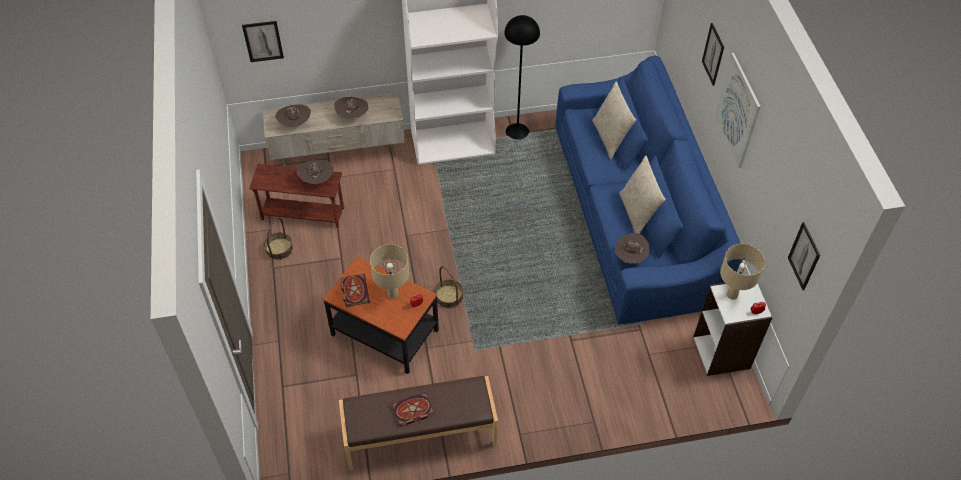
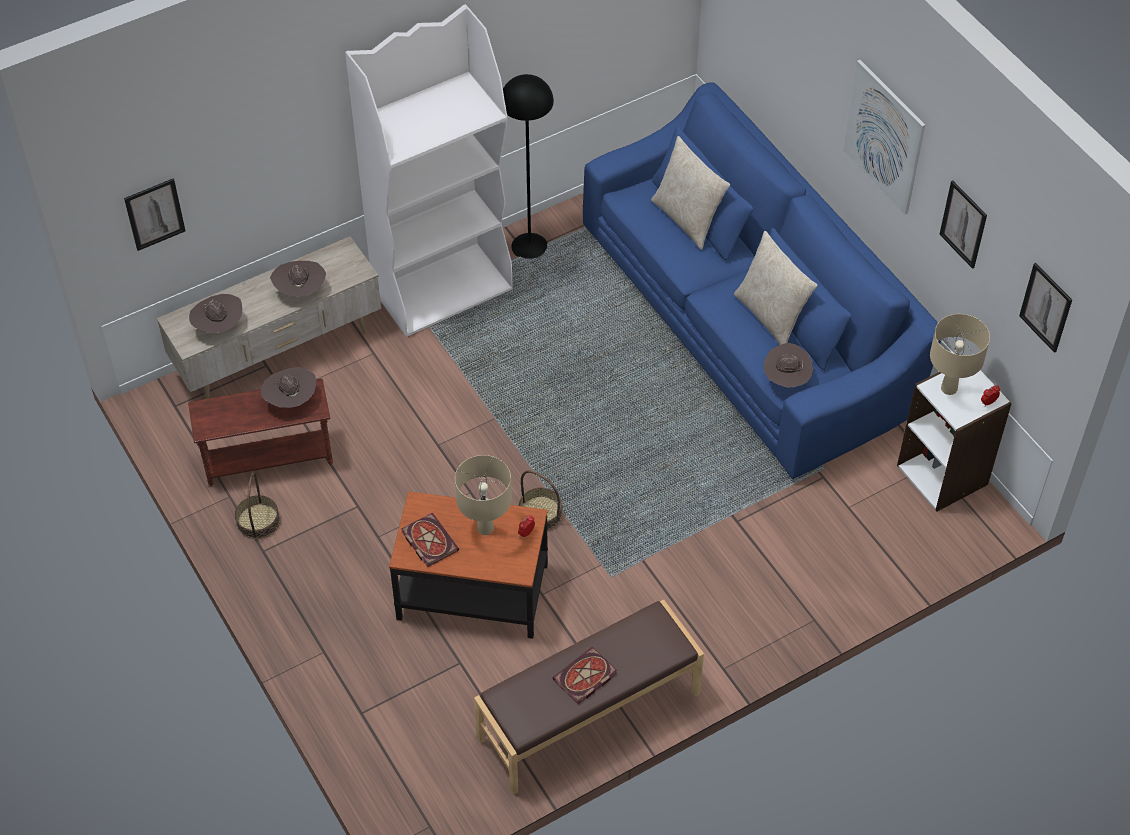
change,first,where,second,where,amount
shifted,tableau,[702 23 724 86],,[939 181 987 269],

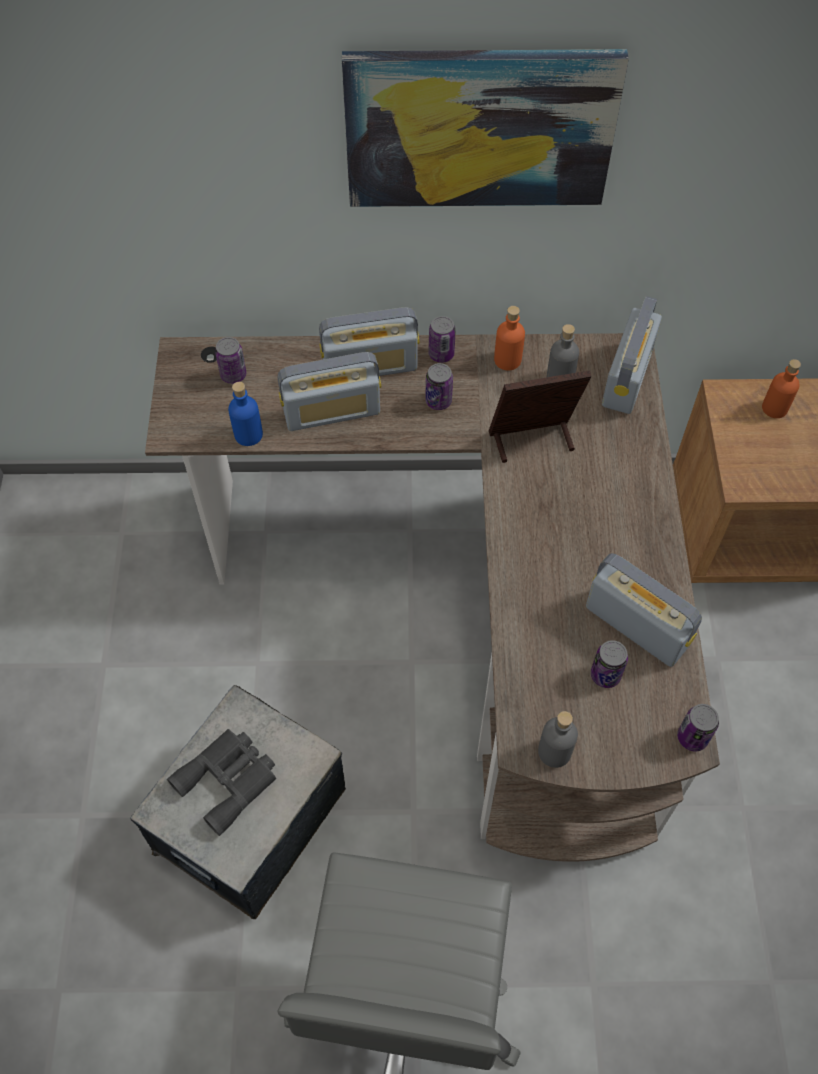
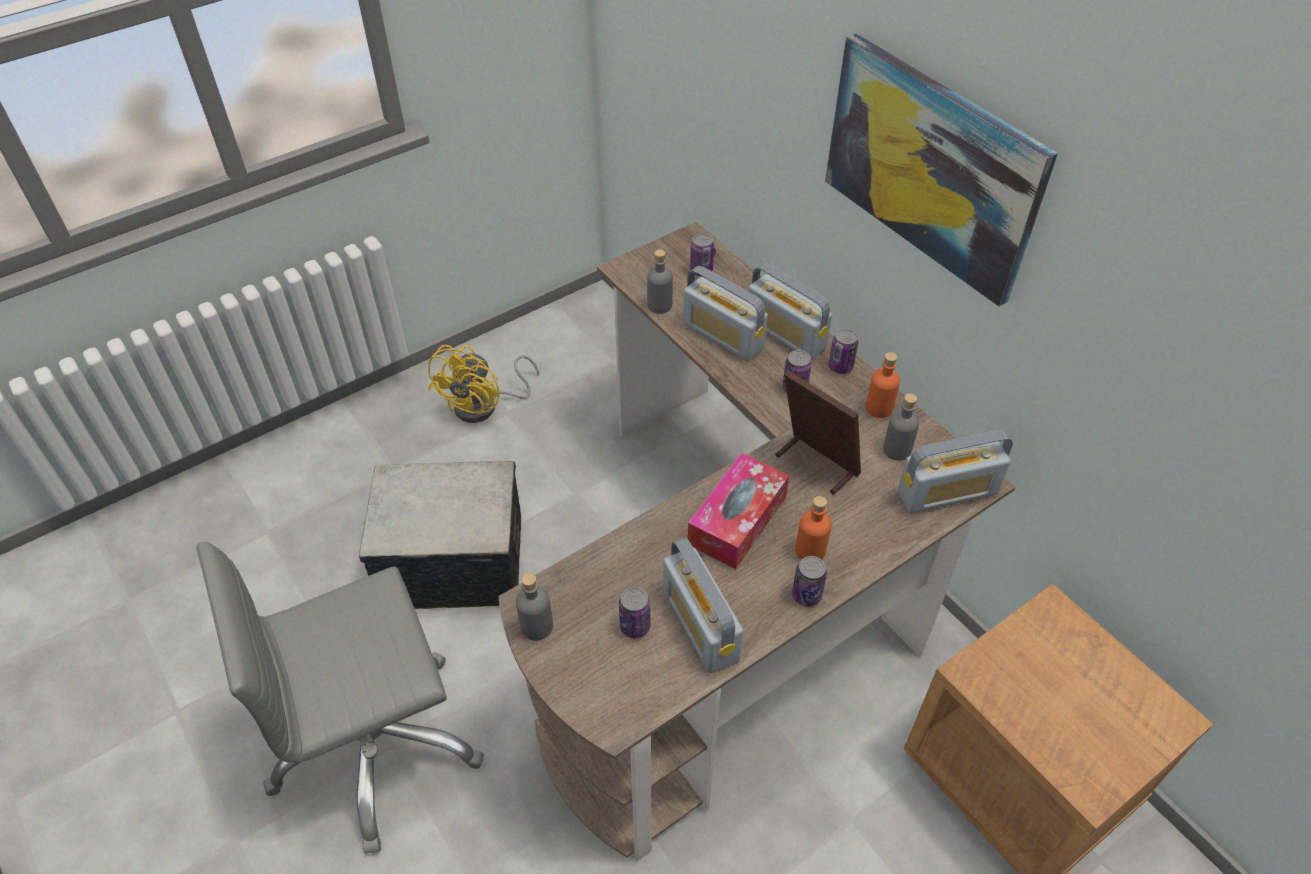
change,first,where,second,where,amount
gone,jumelles [gris],[167 729 276 836],,,
repainted,bouteille [bleu],[228 382 263 446],bouteille [gris],[647 250 673 314],
rotated,radio,[586 553 702 667],,[663 537 743 673],150 degrees clockwise
shifted,boîte métallique,[677 704 719 751],,[792 556 827 607],
shifted,bouteille [orange],[762 359 801 418],,[795 496 832 560],
new,,,ventilateur [jaune],[428 345 539 423],
new,,,boîte à mouchoirs,[688 453 789 569],

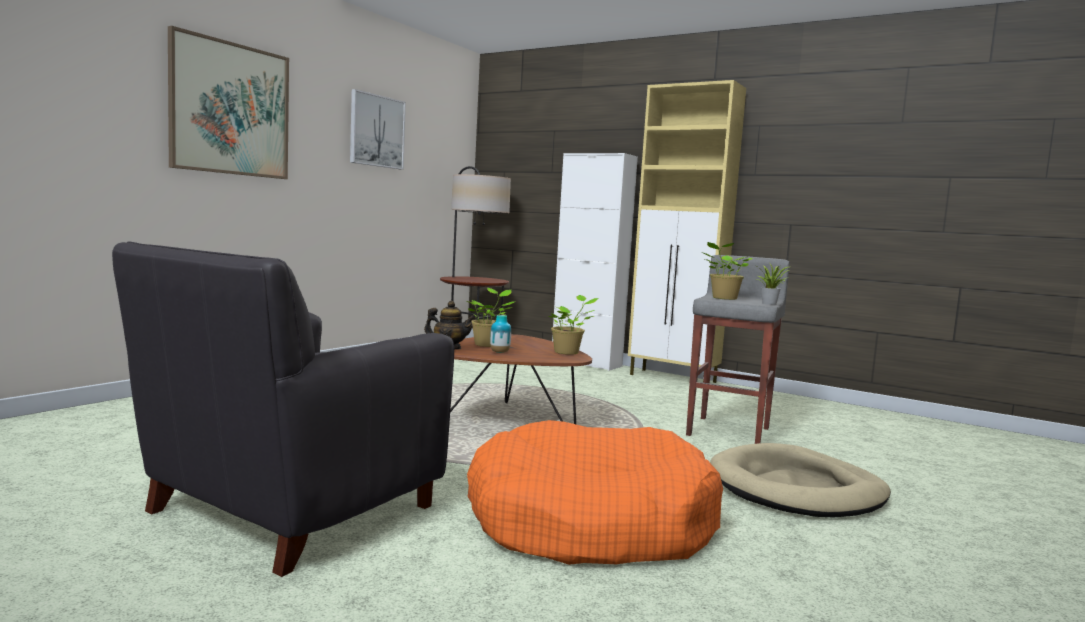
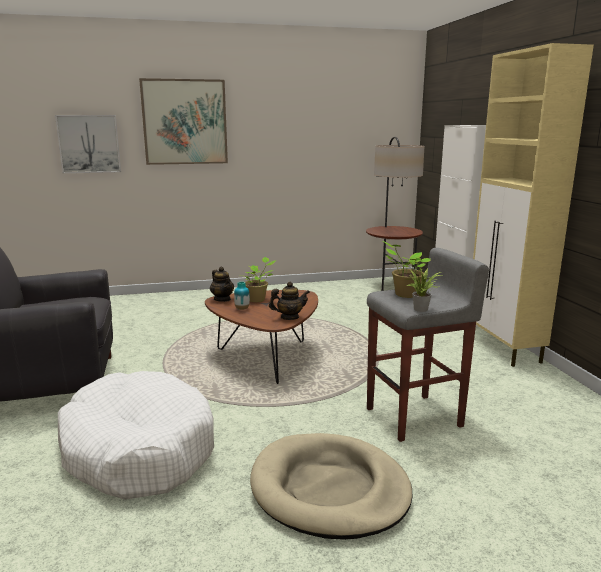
change,first,where,second,where,amount
shifted,tableau,[350 89 406 169],,[55 115 121 173],
repainted,panier pour chien [orange],[467 420 723 565],panier pour chien [blanc],[58 371 214 500],
swapped,plante en pot,[548 295 598 355],théière,[269 282 310 320],

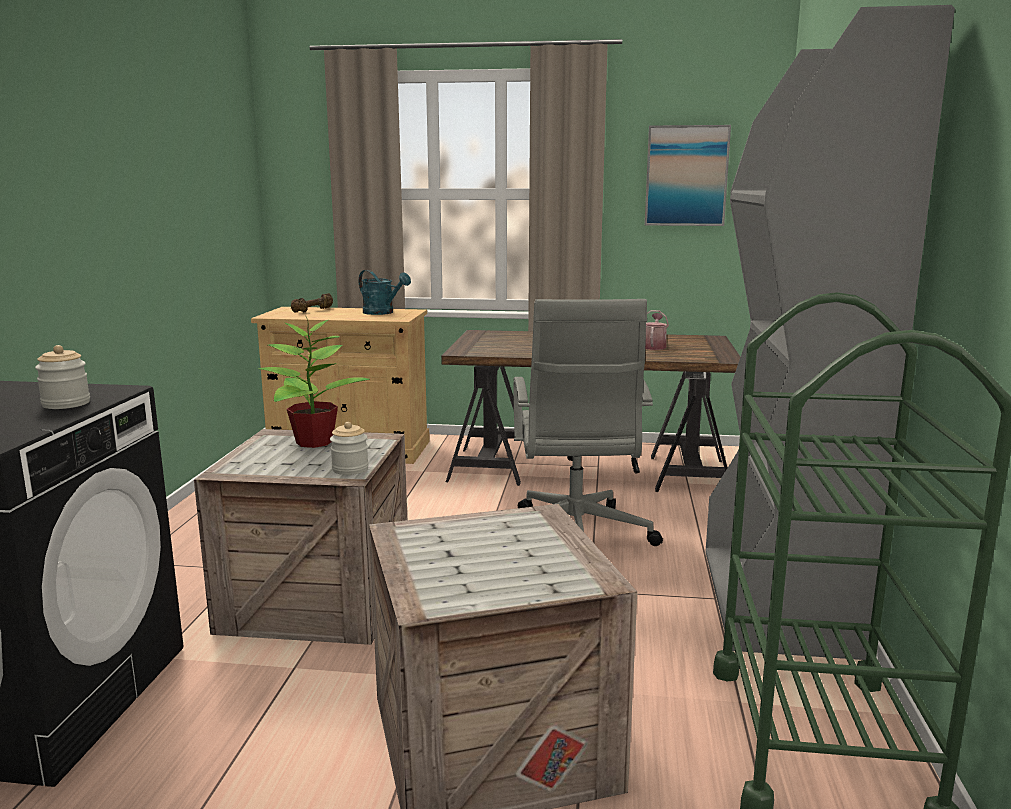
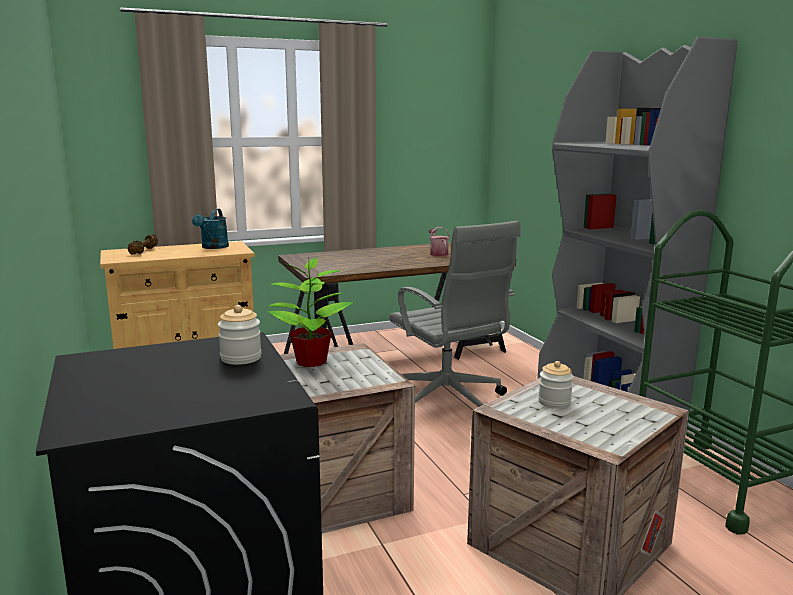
change,first,where,second,where,amount
shifted,bocal,[330 422 369 475],,[538 361 573 409],
rotated,arrosoir [turquoise],[359 270 411 315],,[192 209 229 249],90 degrees clockwise
gone,tableau,[645 125 731 226],,,

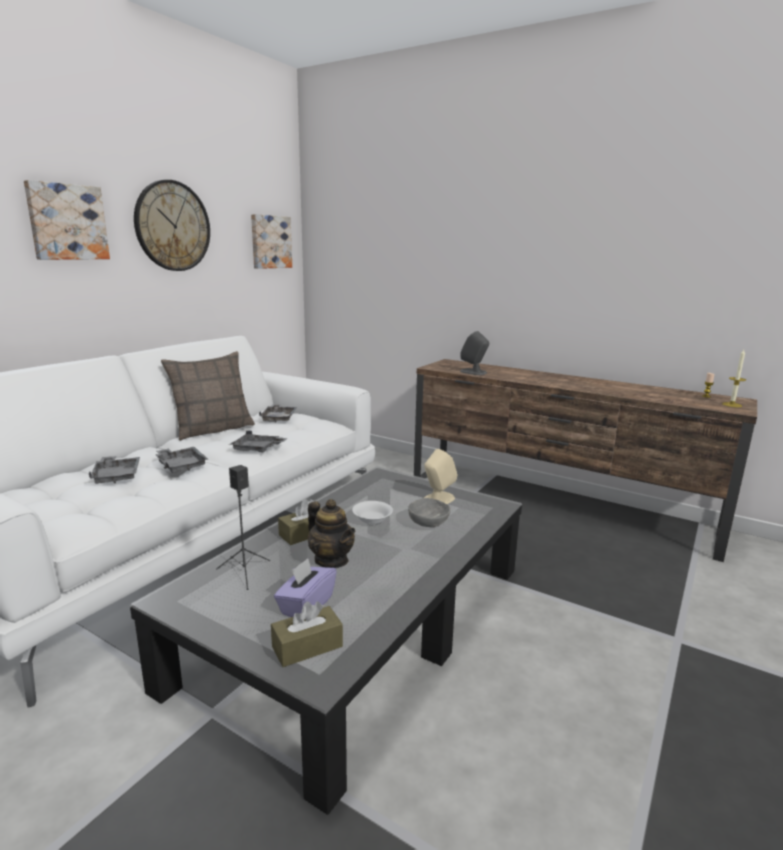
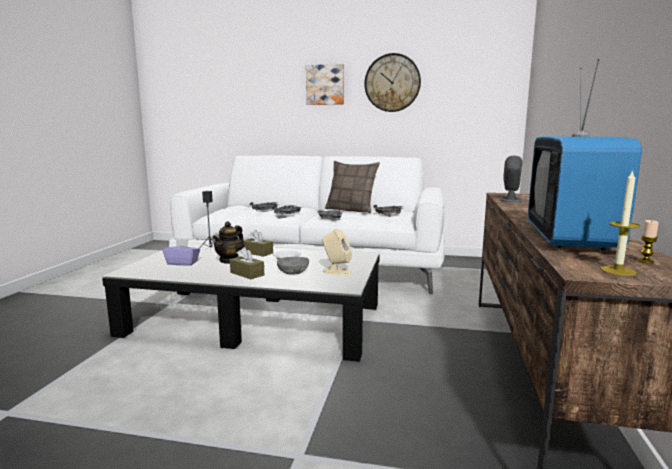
change,first,where,second,where,amount
gone,tableau,[251 214 292 269],,,
shifted,boîte à mouchoirs [marron],[271 602 343 667],,[230 247 264 279],
new,,,téléviseur,[528 59 642 250],

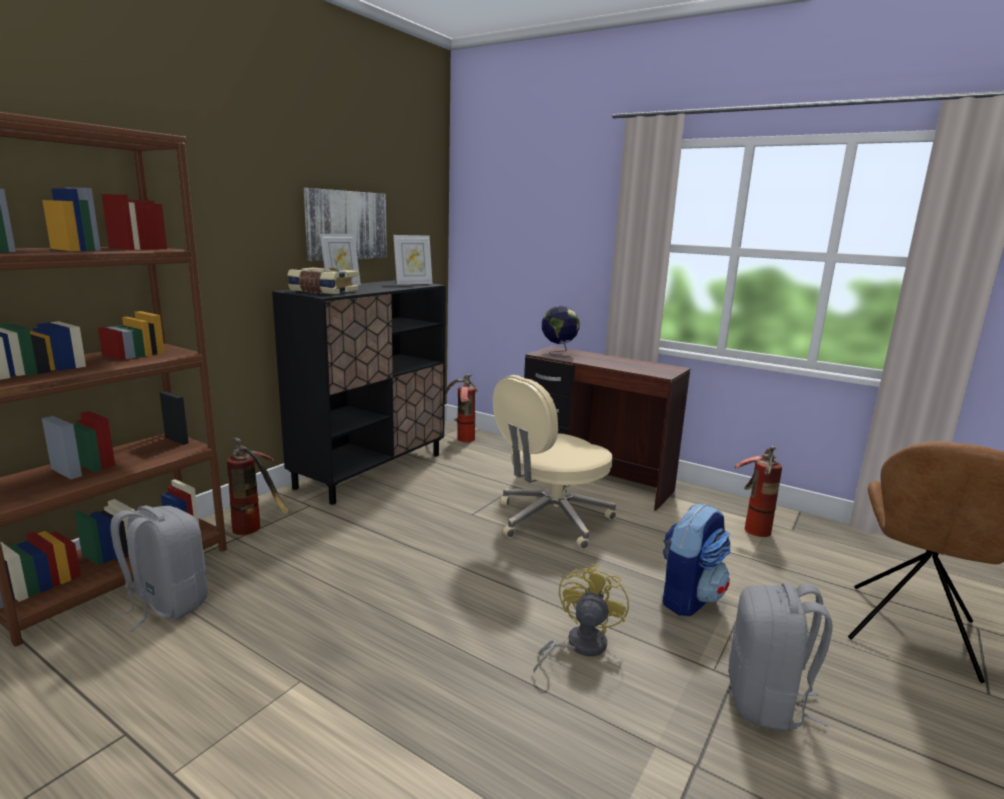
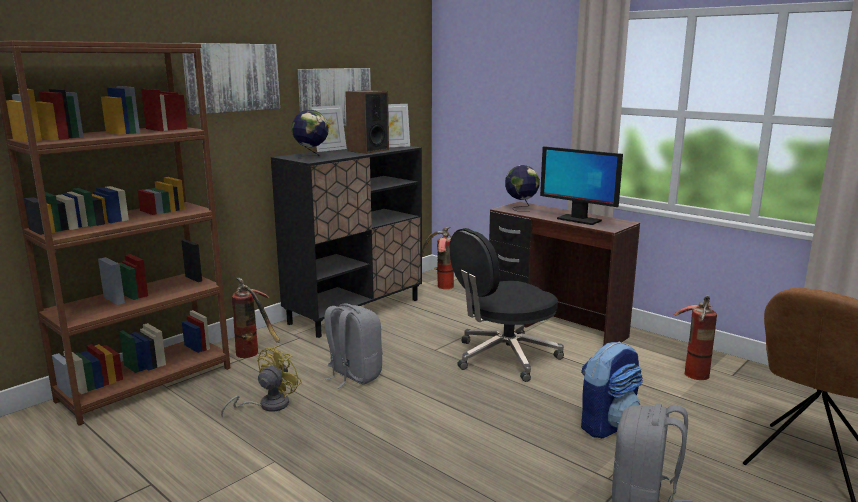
change,first,where,second,where,amount
shifted,sac à dos [gris],[110 506 208 632],,[321 303 383 389],
swapped,livre,[287 268 359 294],globe,[291 110 329 159],
repainted,chaise de bureau [beige],[493 375 616 549],chaise de bureau [noir],[450 228 564 382],
shifted,ventilateur [jaune],[534 564 629 673],,[221 345 302 418],
new,,,tableau,[182 43 280 115],
new,,,enceinte,[345 90 389 154],
new,,,écran d'ordinateur,[540 146 623 225],

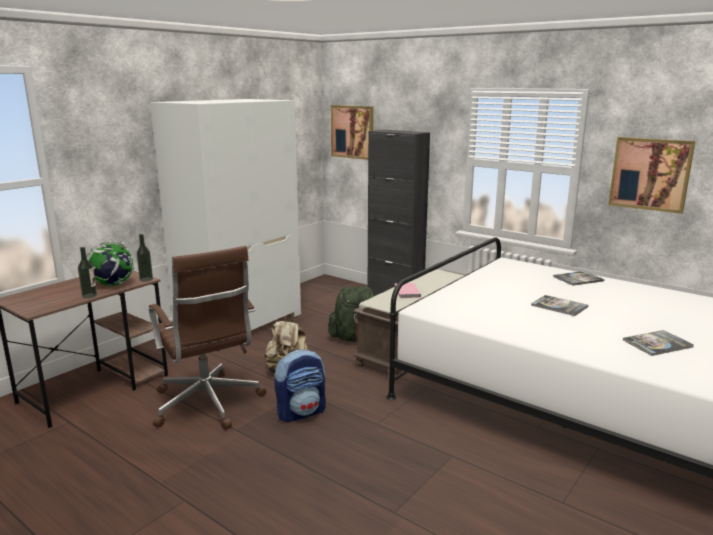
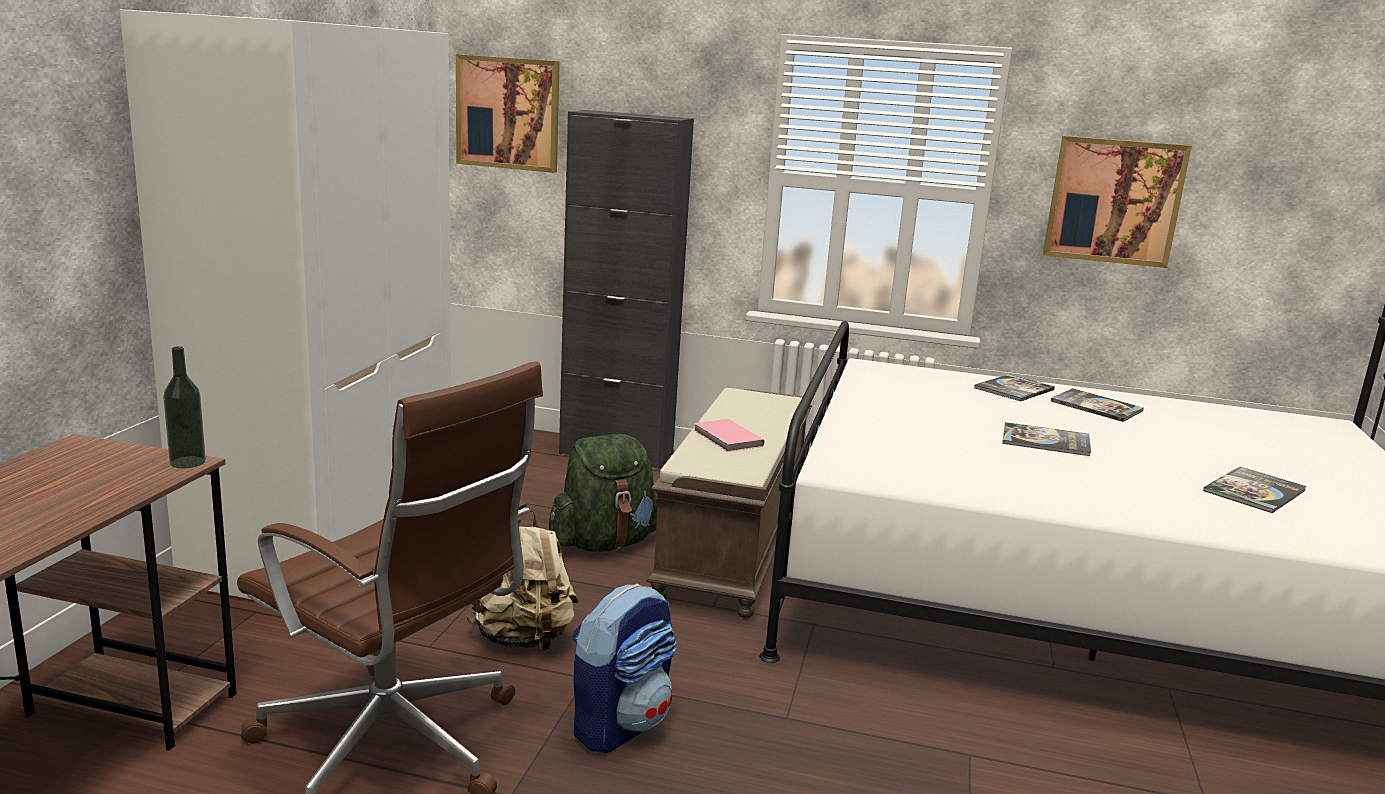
change,first,where,second,where,amount
gone,bouteille,[78 247 97 298],,,
gone,globe,[86 241 134 286],,,
new,,,livre,[1051 388 1144 422],

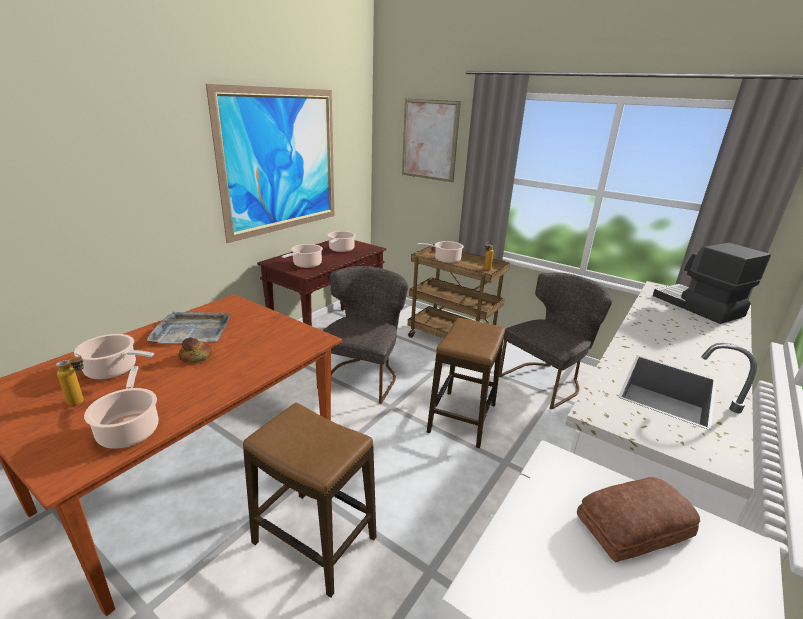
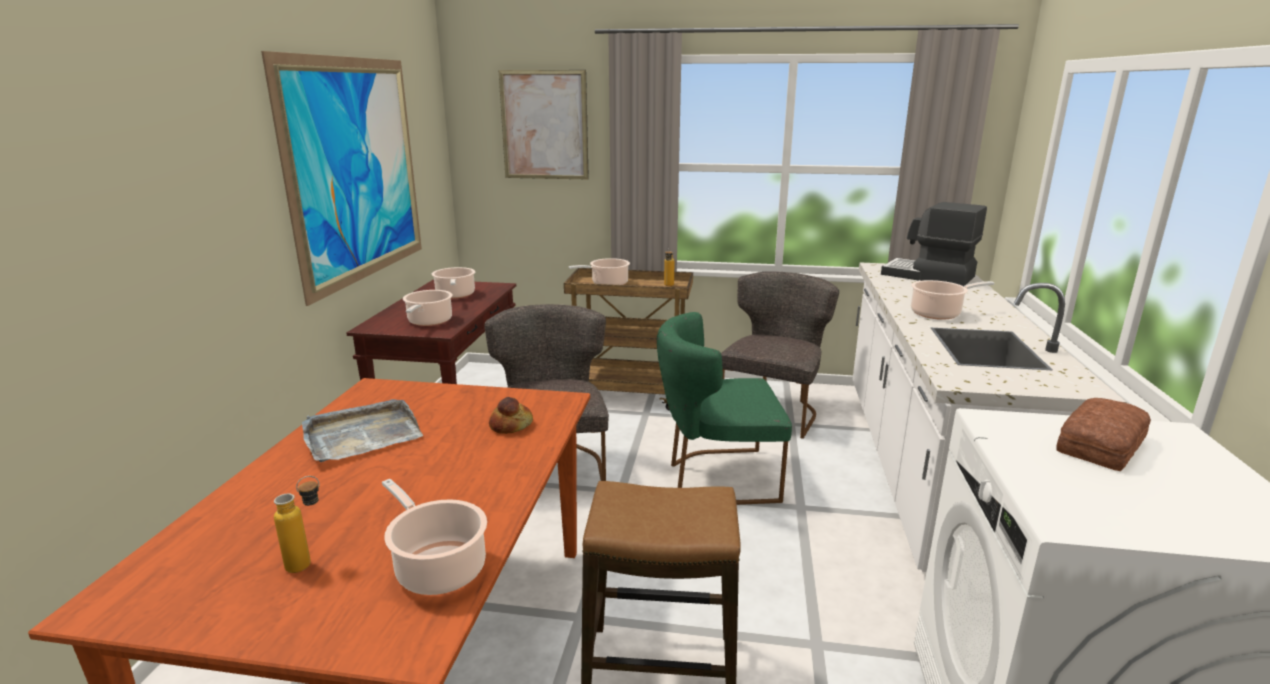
change,first,where,second,where,amount
shifted,marmite,[74 334 154 379],,[911 280 994 320],
shifted,pain,[178 337 212 363],,[489 397 533 434],
swapped,tabouret,[427 318 505 448],chaise [vert],[657 312 792 505],

